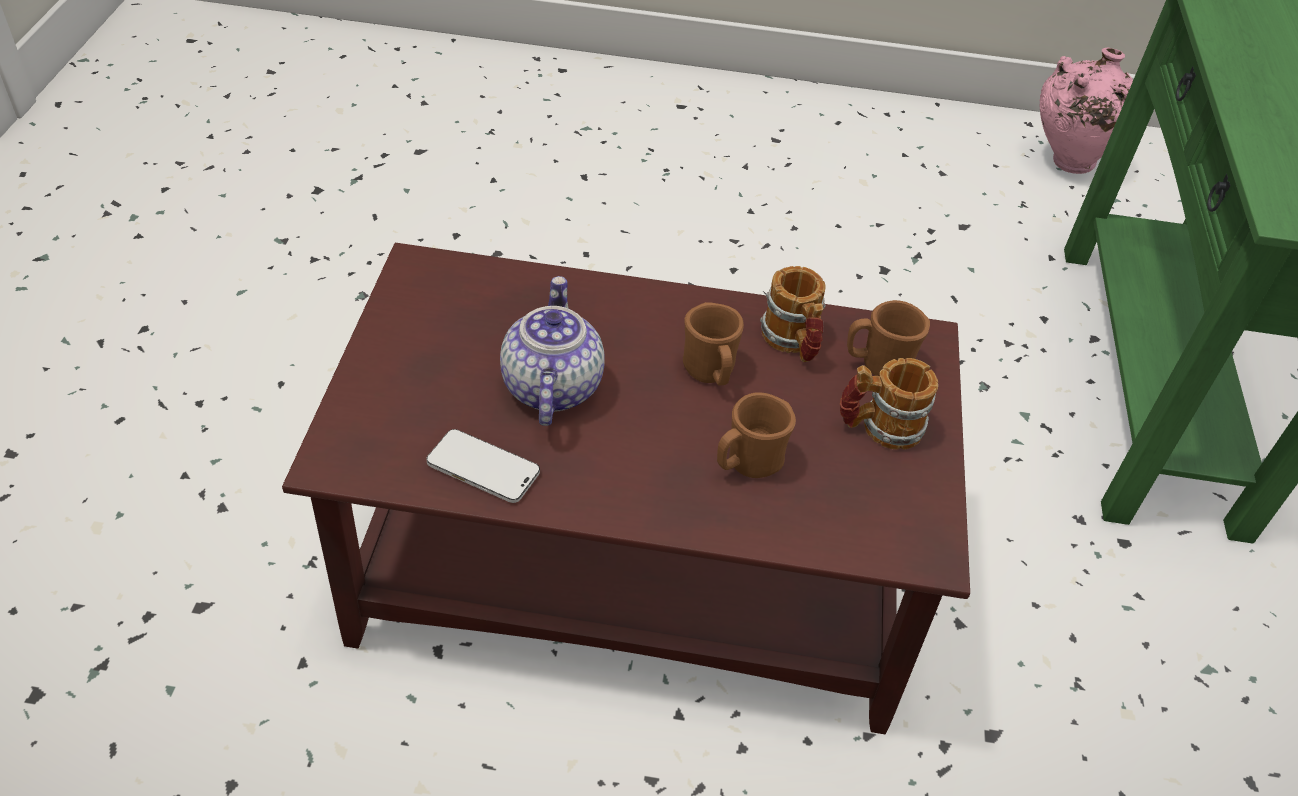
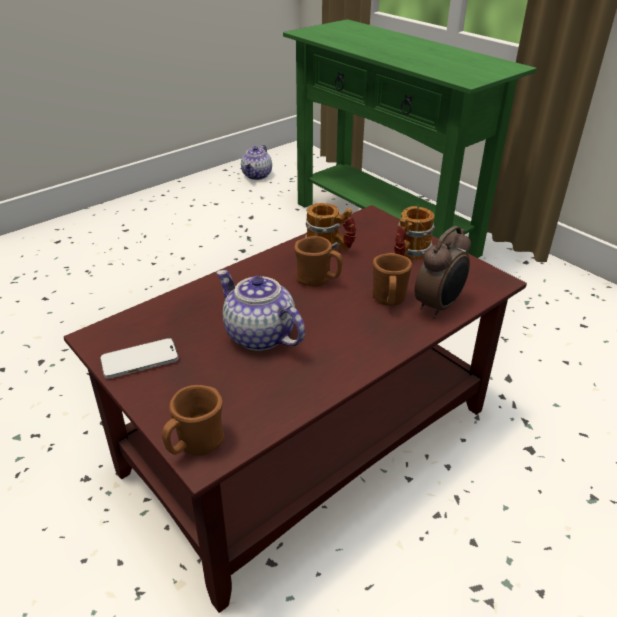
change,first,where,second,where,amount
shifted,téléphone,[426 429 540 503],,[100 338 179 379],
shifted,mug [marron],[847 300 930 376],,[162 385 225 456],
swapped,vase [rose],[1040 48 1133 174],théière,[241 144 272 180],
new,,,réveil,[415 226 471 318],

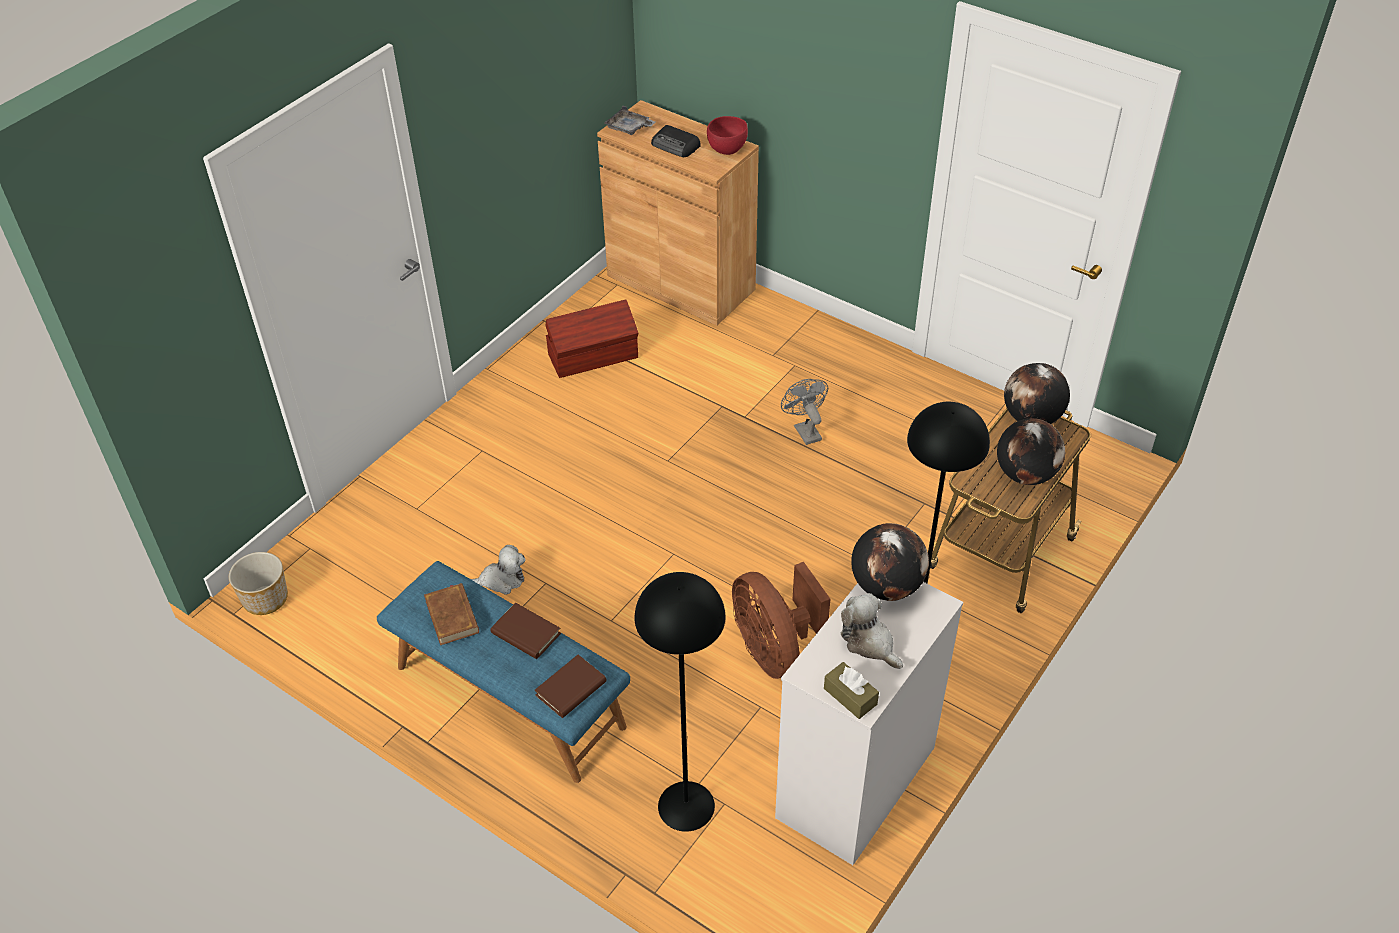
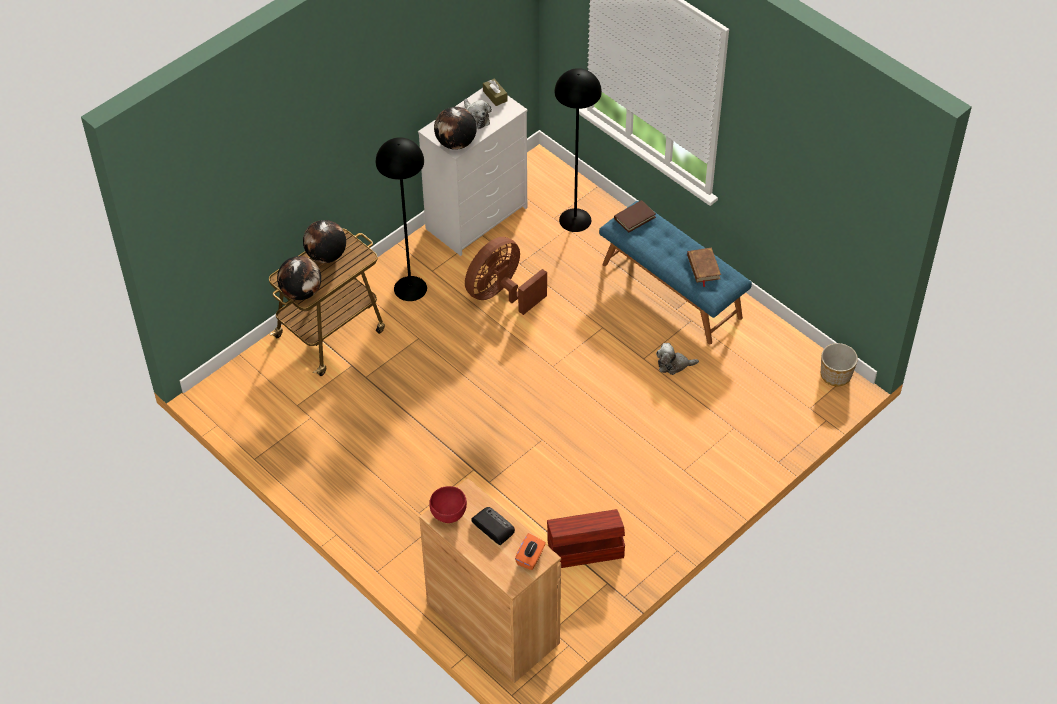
change,first,where,second,where,amount
gone,livre [marron],[491 603 561 659],,,
swapped,plateau [gris],[604 106 656 135],boîte à mouchoirs [orange],[515 533 546 570],
rotated,ventilateur [marron],[732 562 830 679],,[465 237 547 315],120 degrees counterclockwise
gone,ventilateur [gris],[781 379 828 445],,,

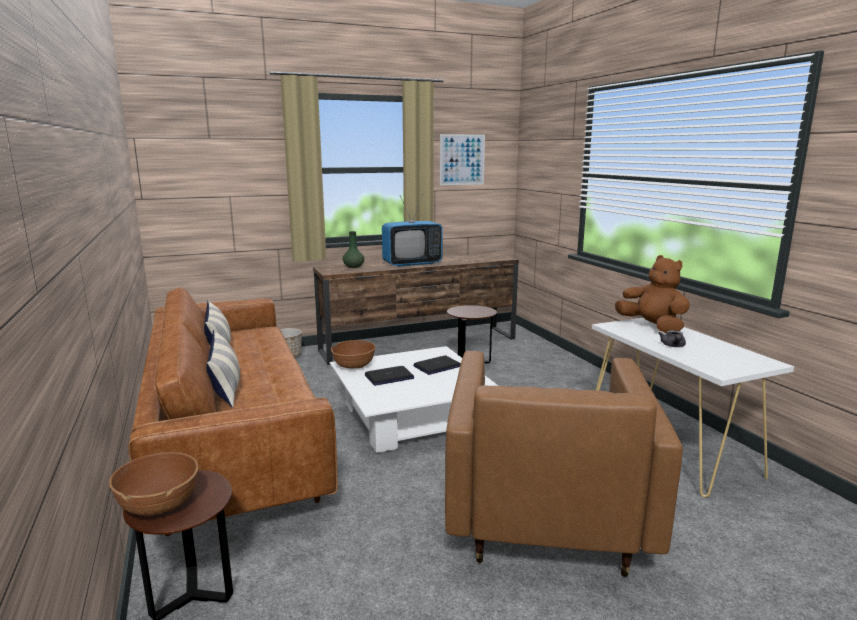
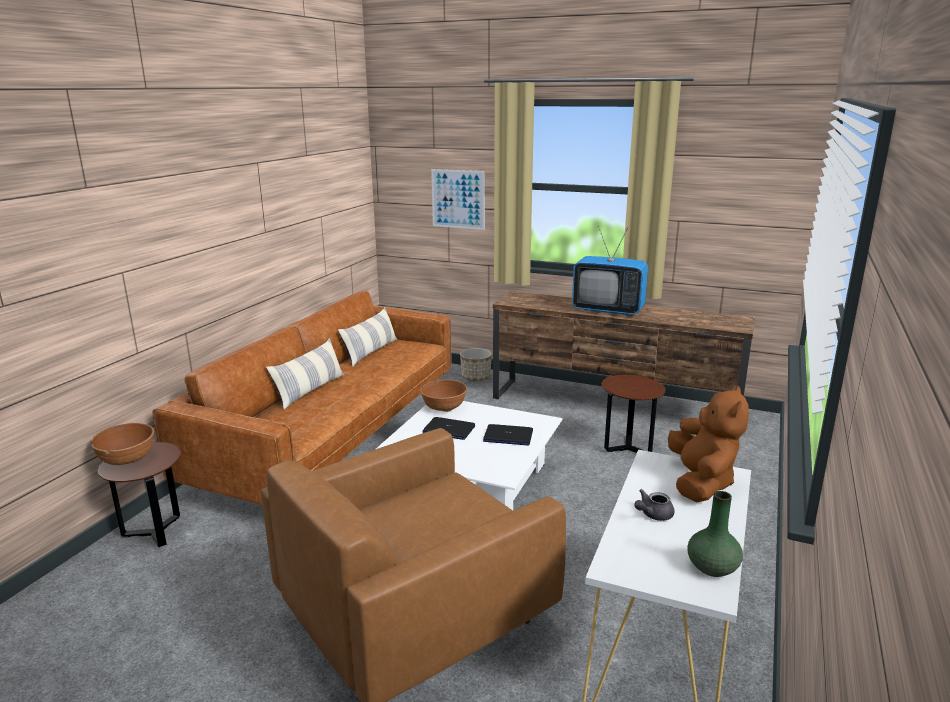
change,first,where,second,where,amount
shifted,vase [vert],[343 231 364 268],,[688 491 743 577],
shifted,tableau,[440 134 485 185],,[431 169 485 230],

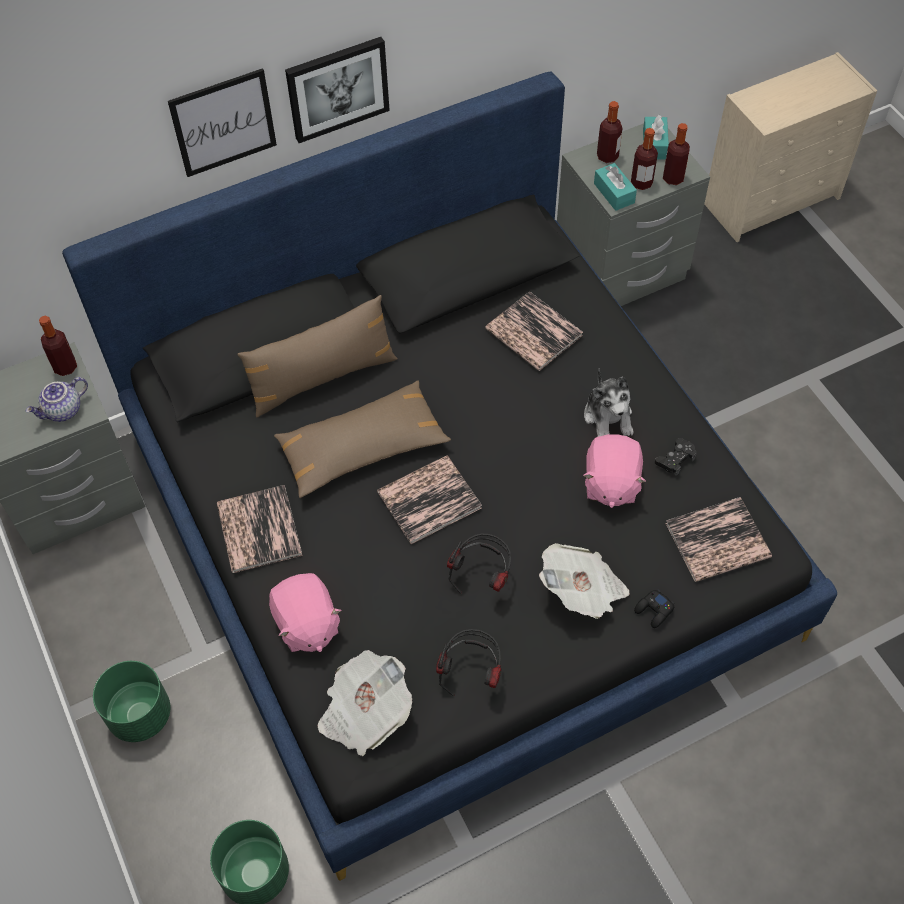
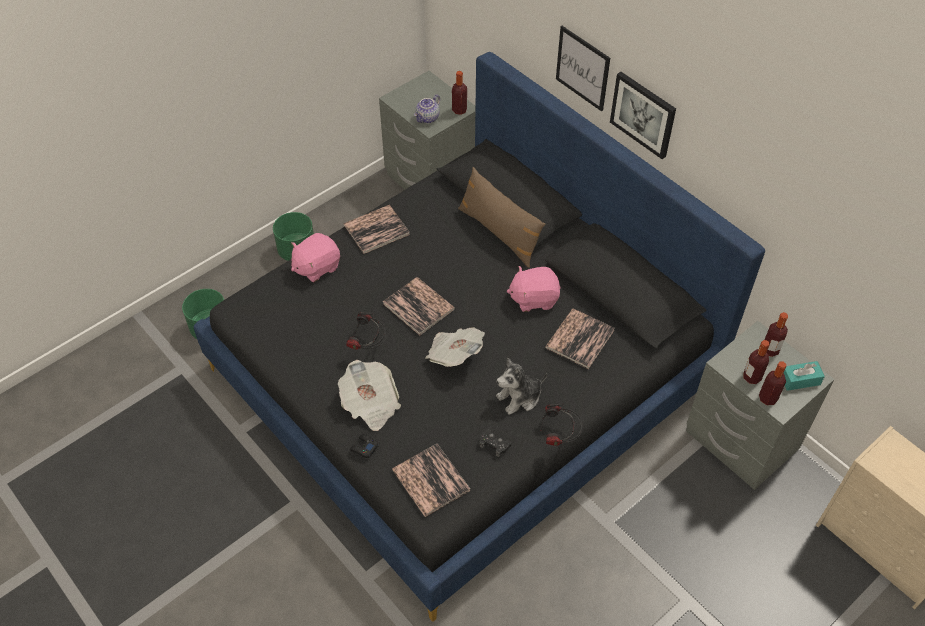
change,first,where,second,where,amount
rotated,théière,[26 377 88 422],,[414 94 440 123],90 degrees counterclockwise
gone,coussin [marron],[274 381 451 498],,,
shifted,journal,[318 650 412 756],,[426 327 485 367],
shifted,casque audio,[436 629 502 696],,[540 404 582 446],
shifted,peluche [rose],[583 434 646 508],,[507 266 560 312],
gone,boîte à mouchoirs [turquoise],[594 163 637 211],,,

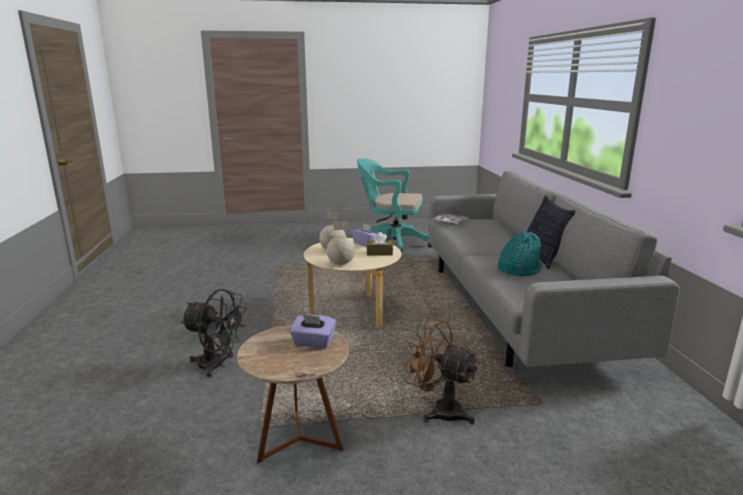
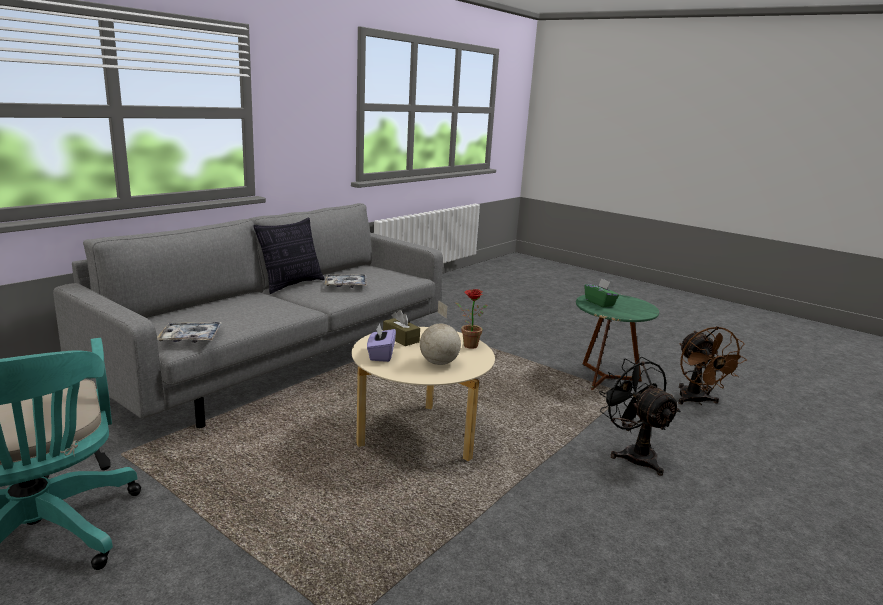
change,first,where,second,where,amount
repainted,table d'appoint [marron],[237 325 349 464],table d'appoint [vert],[576 295 659 390],
repainted,boîte à mouchoirs [violet],[290 314 336 348],boîte à mouchoirs [vert],[584 278 619 307],
swapped,globe,[326 221 355 265],plante en pot,[456 289 487 349],
shifted,ventilateur [marron],[404 318 479 425],,[678 326 747 405],
swapped,chapeau [turquoise],[497 232 541 276],plateau,[324 274 367 288],

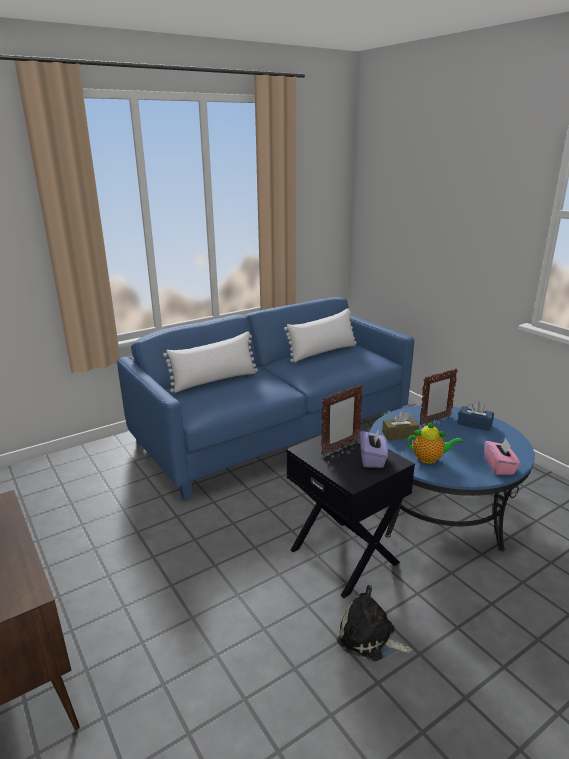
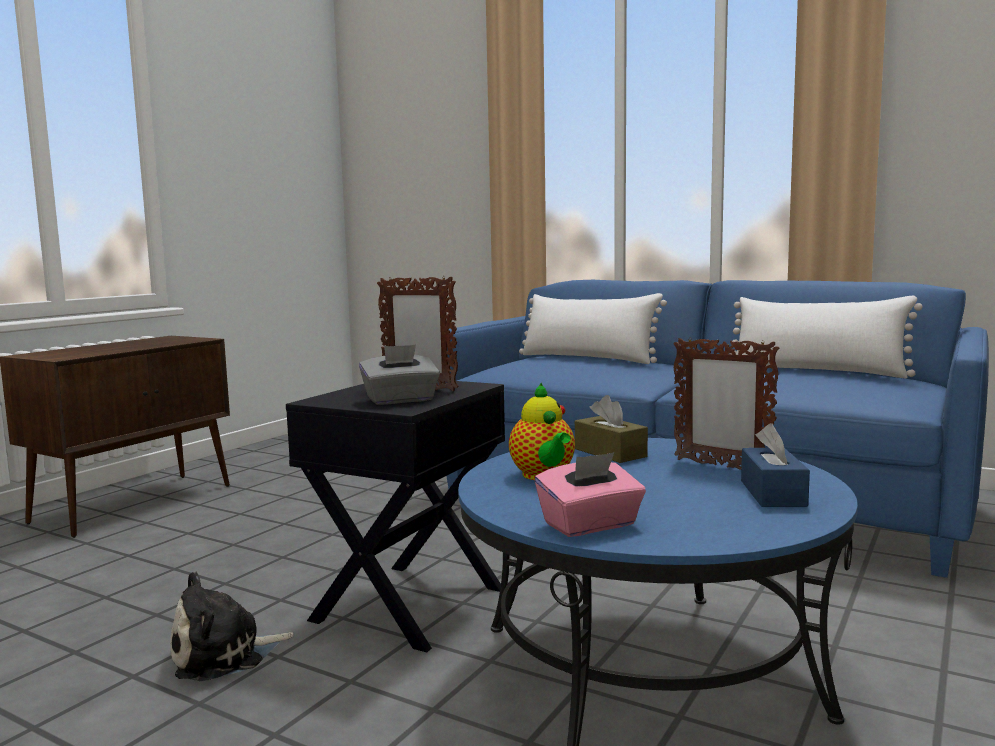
change,first,where,second,where,amount
rotated,peluche,[337 585 412 662],,[170 571 294 681],120 degrees counterclockwise
repainted,boîte à mouchoirs [violet],[360 429 388 468],boîte à mouchoirs [gris],[359 344 440 405],

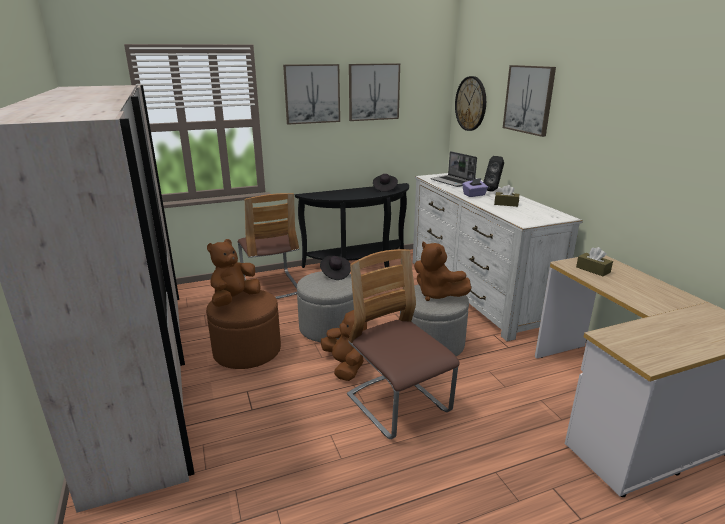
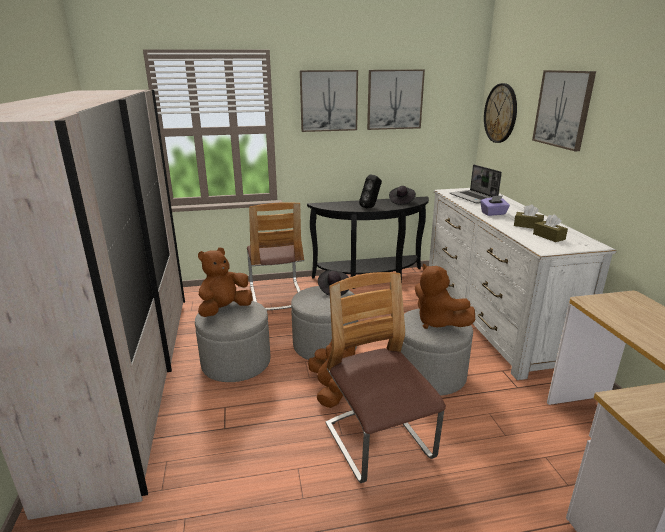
change,first,where,second,where,amount
repainted,pouf [marron],[206 290 281 369],pouf [gris],[195 301 271 382],
shifted,enceinte [noir],[483 156 504 192],,[359 174 382 208],
shifted,boîte à mouchoirs [marron],[576 247 613 276],,[533 214 568 242],

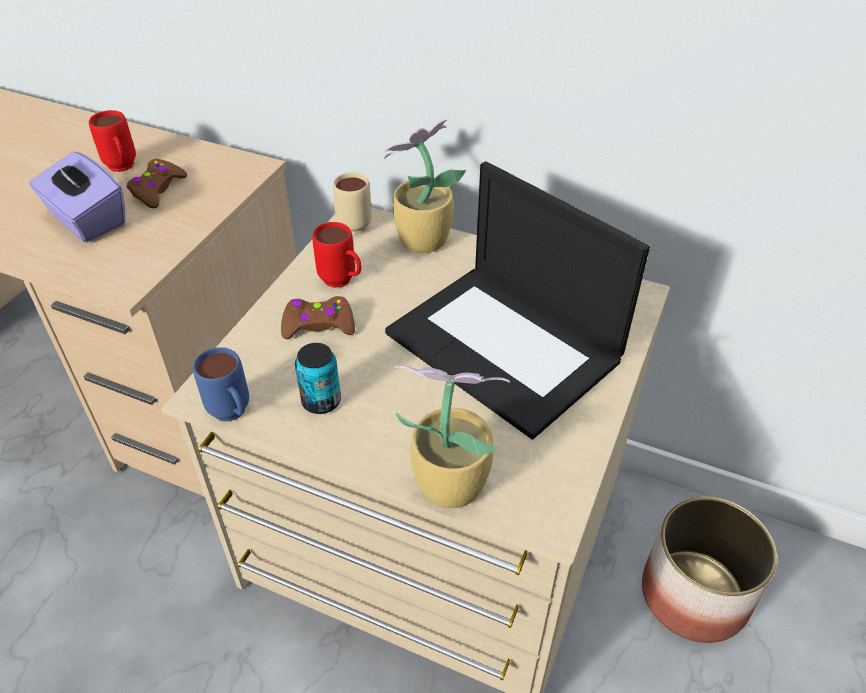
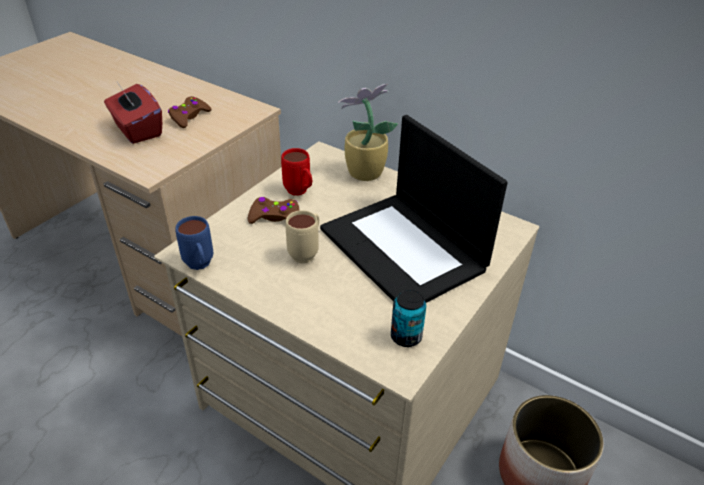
change,first,where,second,where,amount
repainted,boîte à mouchoirs [violet],[29 152 125 242],boîte à mouchoirs [rouge],[104 82 162 144],
gone,mug [rouge],[89 110 136 172],,,
shifted,boîte métallique,[295 343 341 414],,[391 290 426 347],
shifted,mug [beige],[333 172 372 235],,[285 210 319 263],
gone,plante en pot,[394 366 510 508],,,

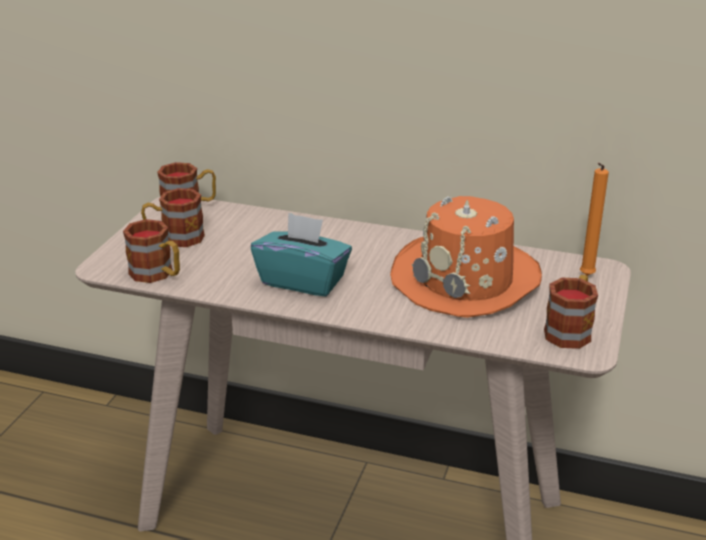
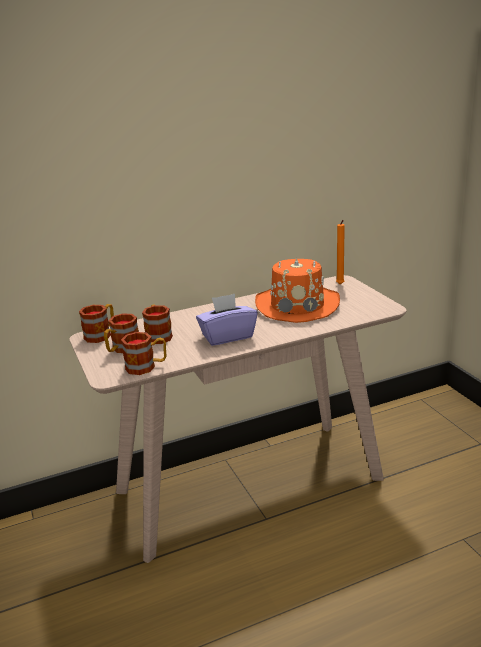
change,first,where,second,where,amount
repainted,boîte à mouchoirs [turquoise],[251 213 352 297],boîte à mouchoirs [violet],[196 294 258 346],
shifted,mug,[544 275 598 349],,[142 304 173 344],

